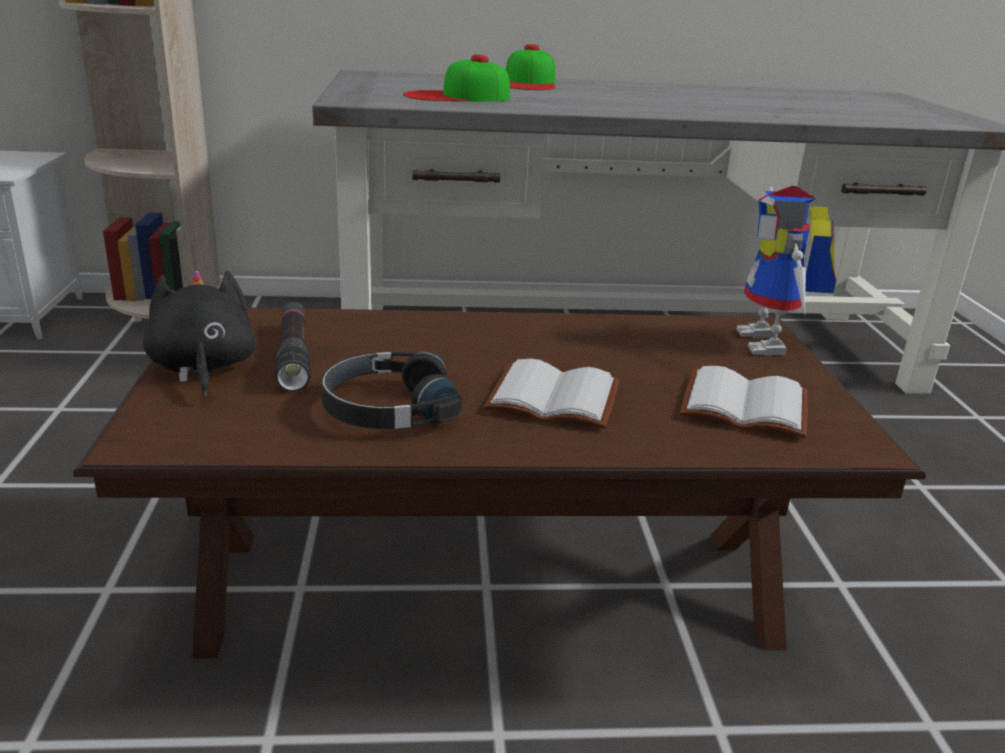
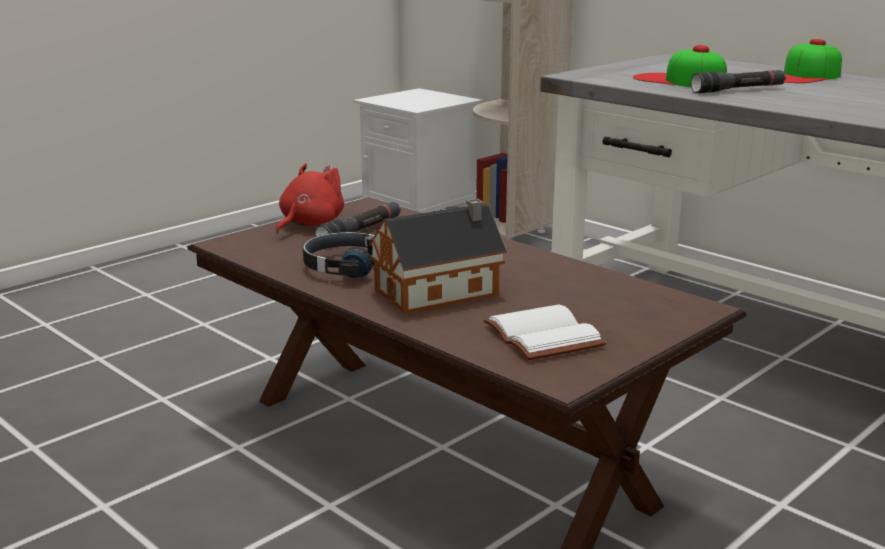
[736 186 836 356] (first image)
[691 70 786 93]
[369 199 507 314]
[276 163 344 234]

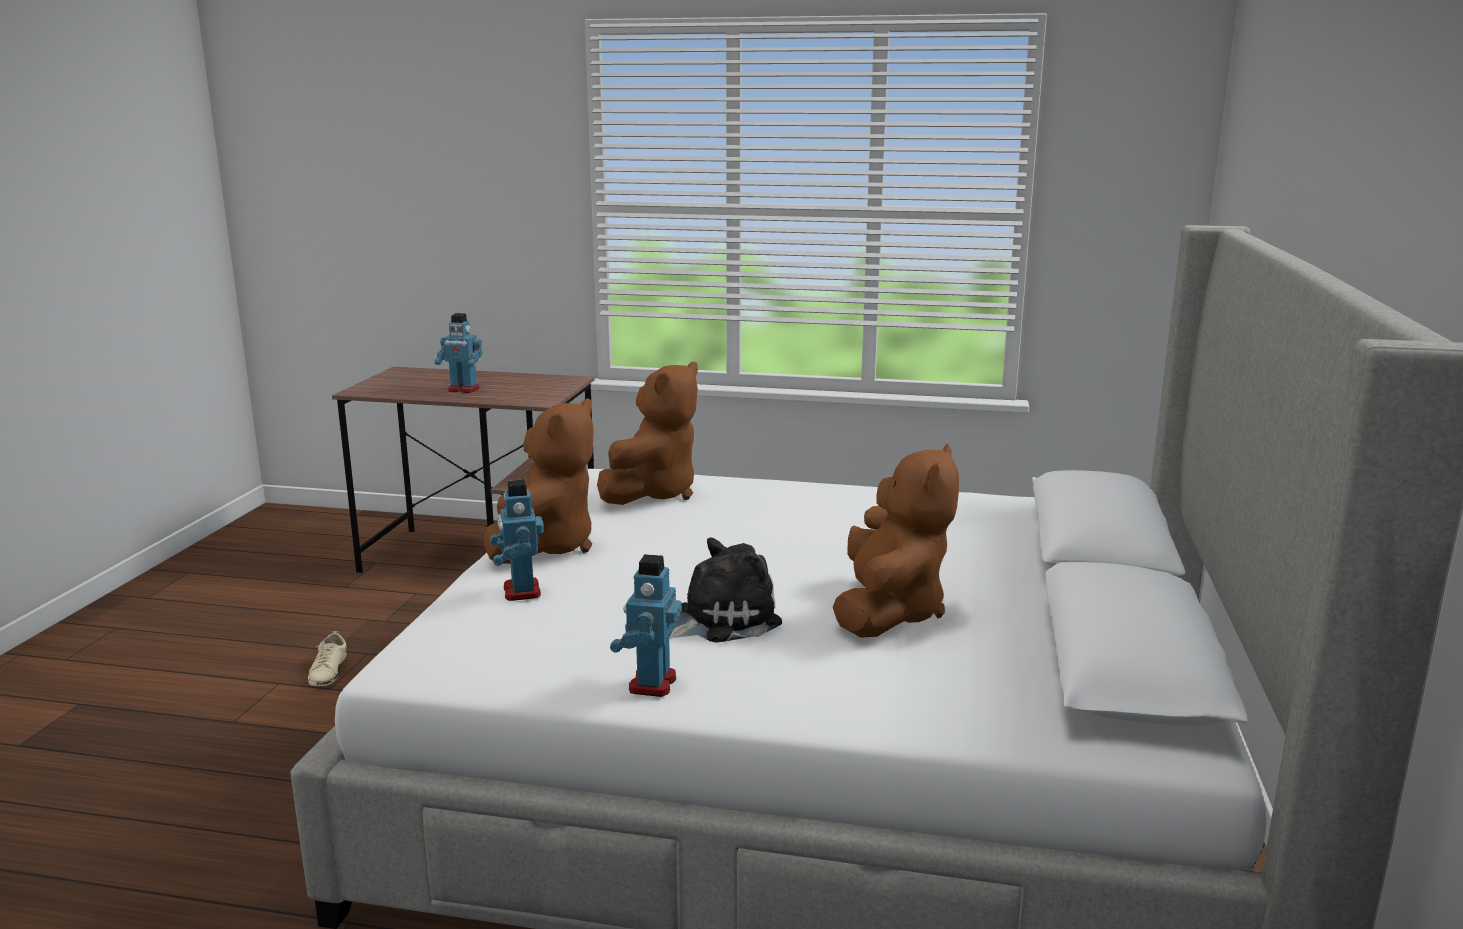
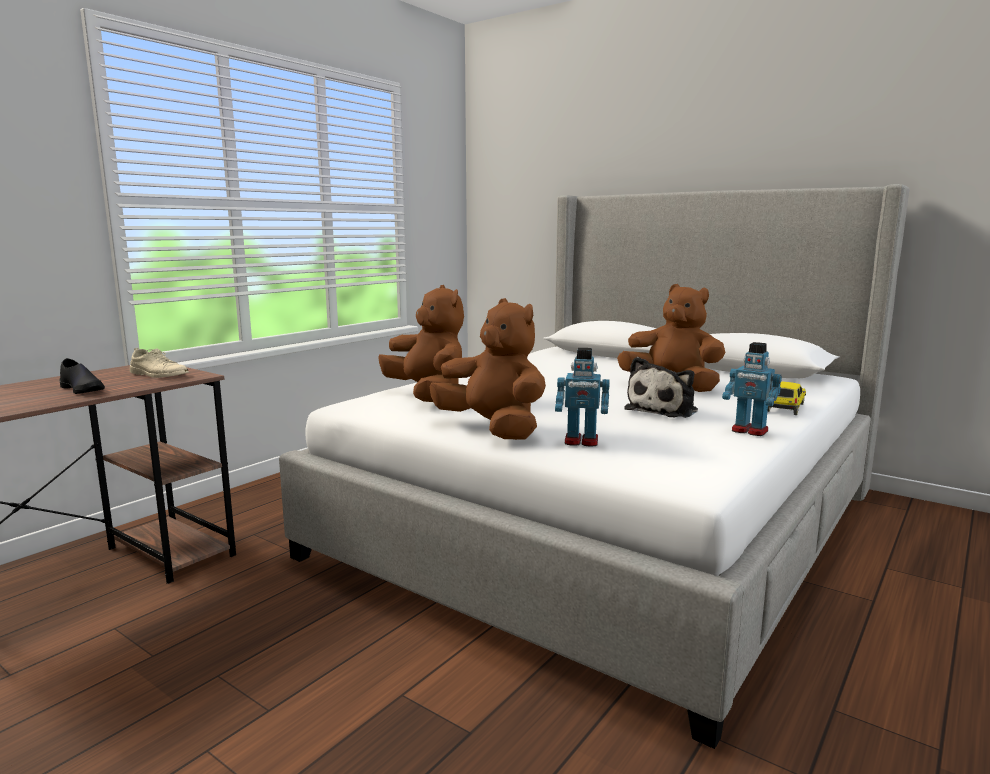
[767 382 806 415]
[130 348 189 378]
[59 358 105 394]
[624 357 698 418]

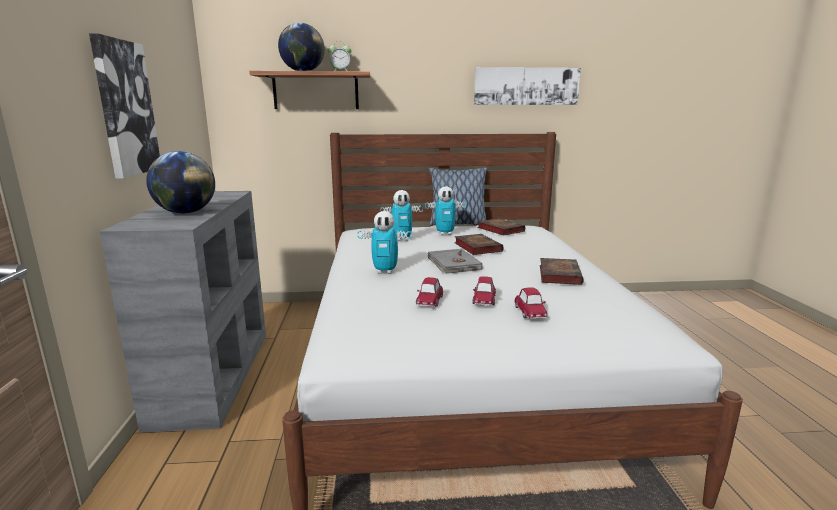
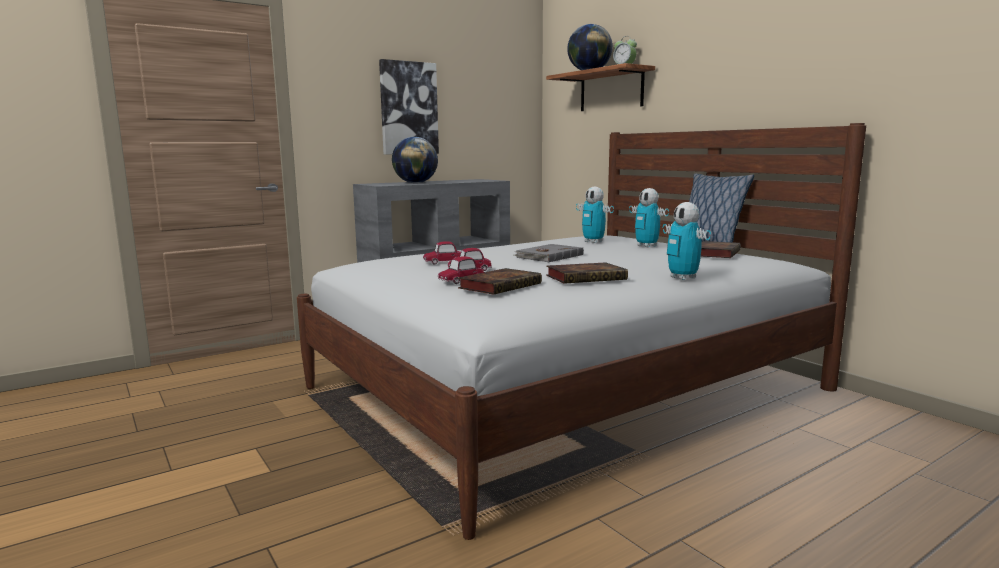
[474 67 581 105] (first image)
[663 202 711 280]
[458 268 542 295]

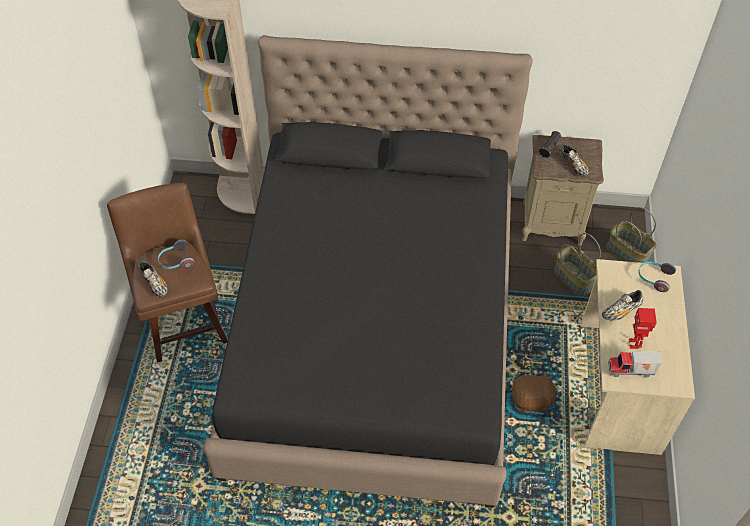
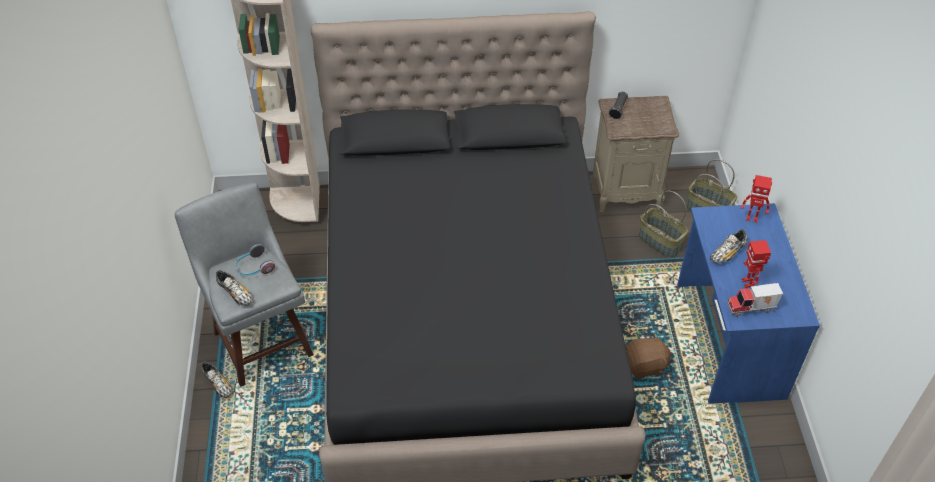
[201 361 232 398]
[741 175 772 223]
[175 182 314 387]
[677 203 820 404]

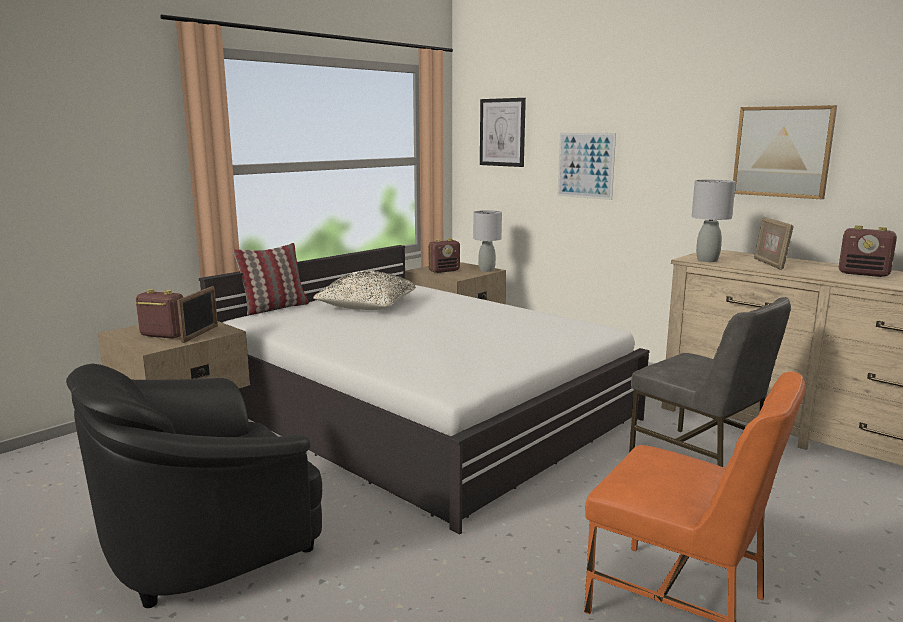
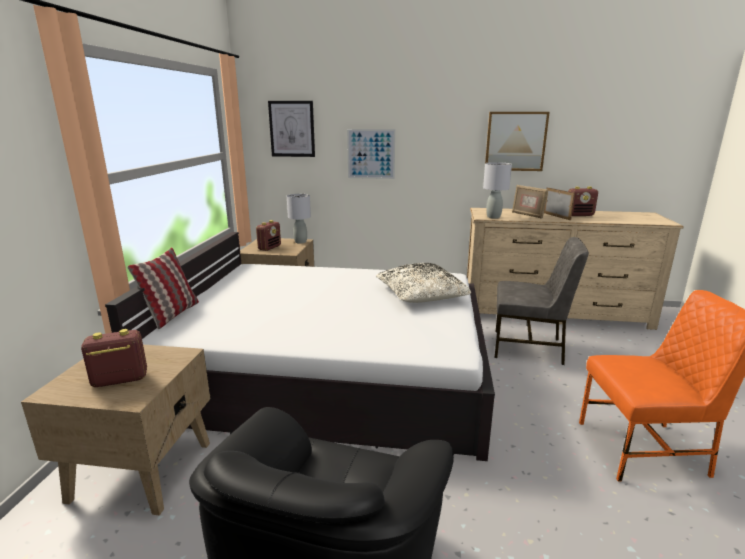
[544 187 575 220]
[376 263 471 303]

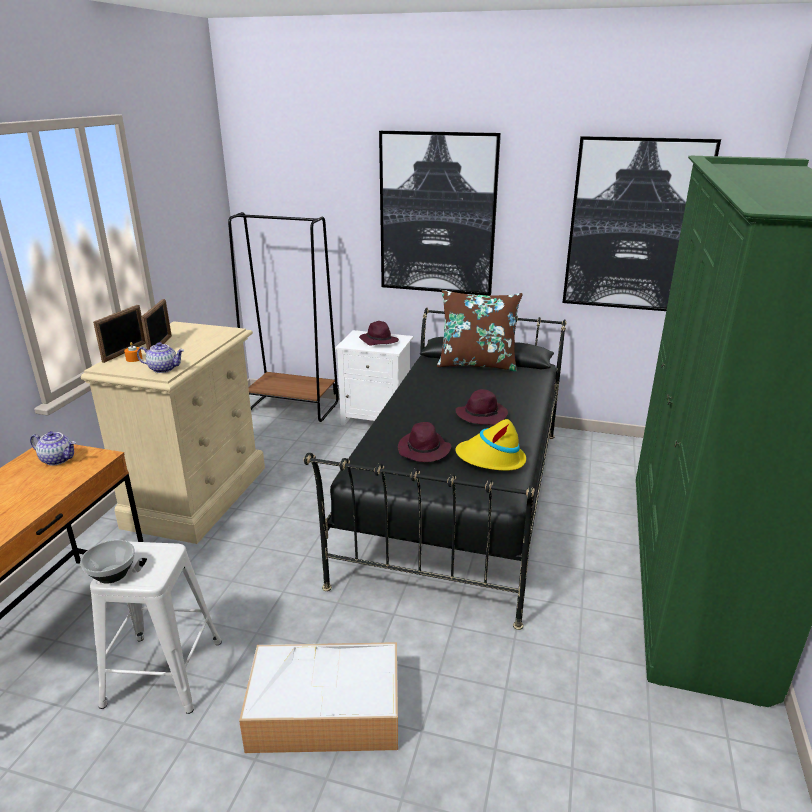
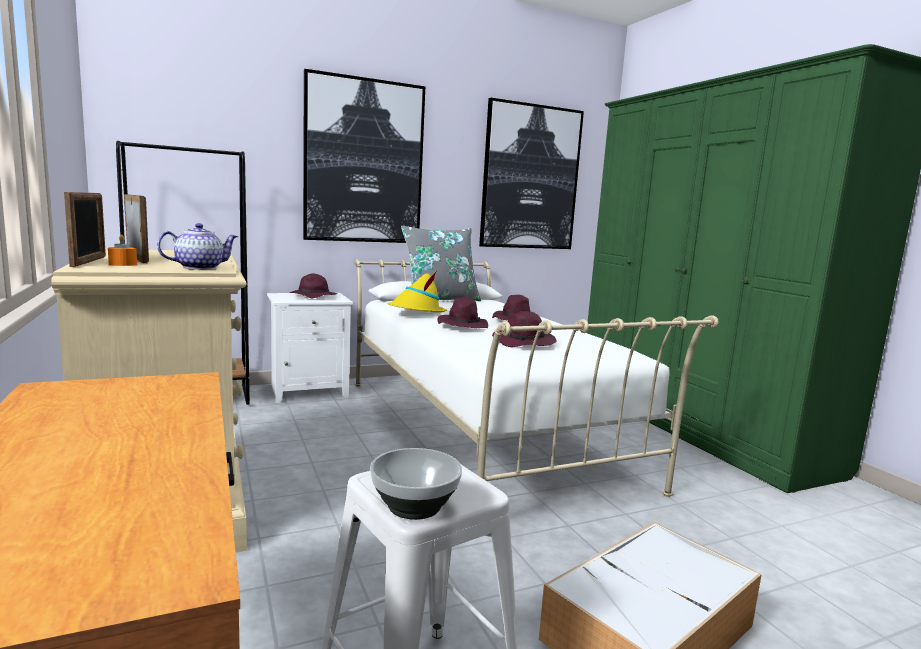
[30 431 76 465] (first image)
[437 297 488 329]
[387 270 447 313]
[354 259 719 497]
[401 226 481 301]

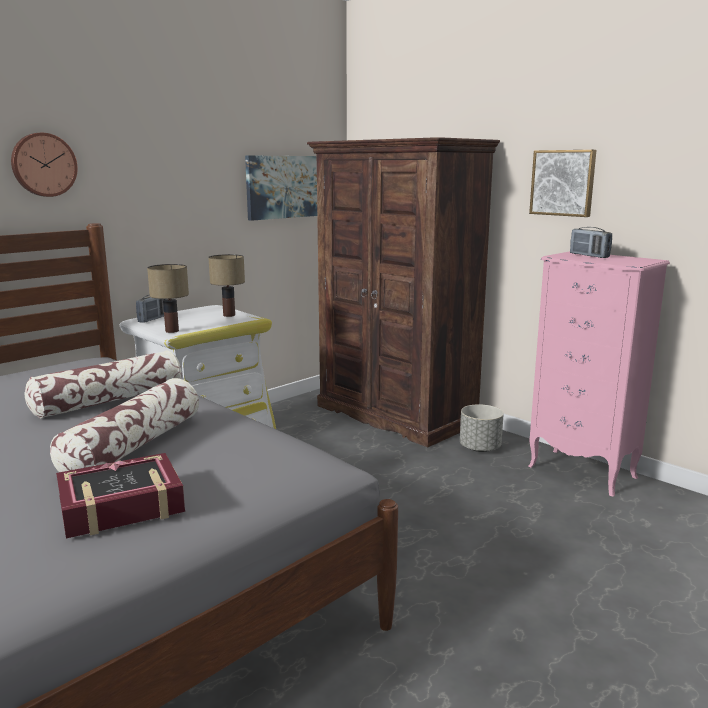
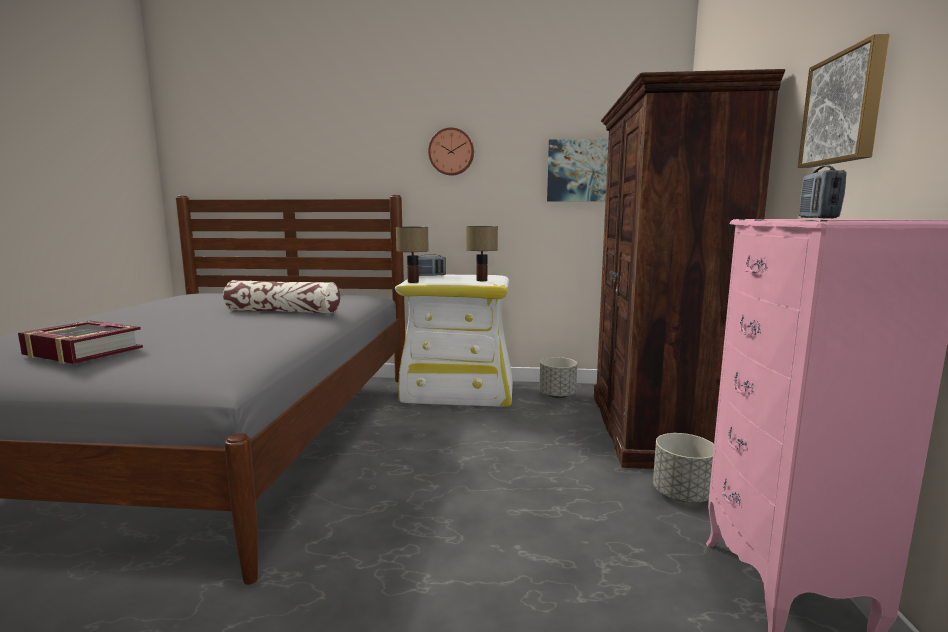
[50 378 199 472] (first image)
[539 357 577 398]
[428 127 474 176]

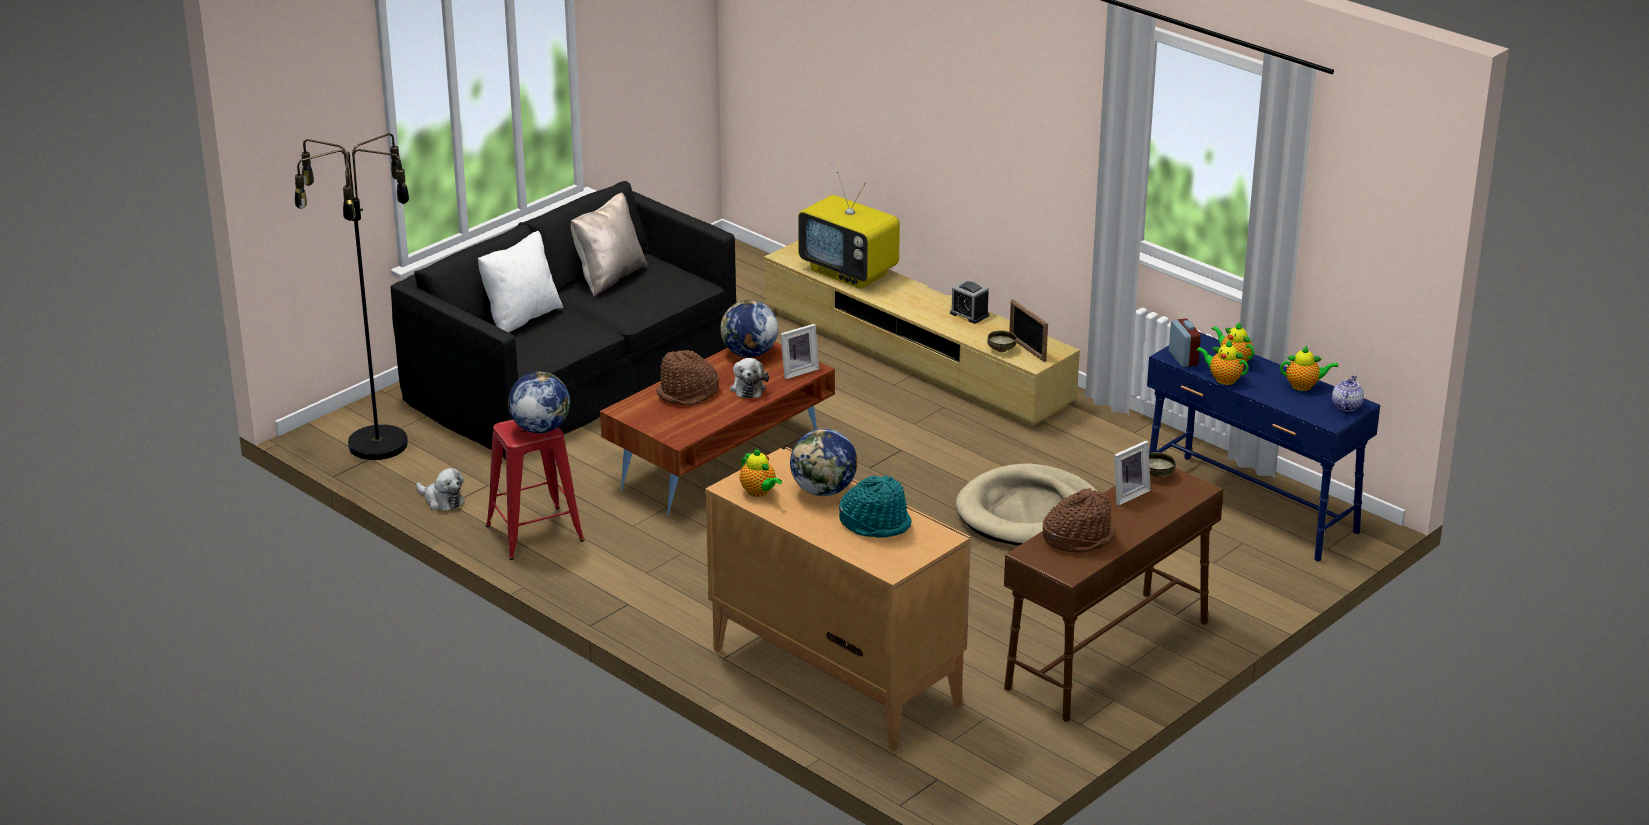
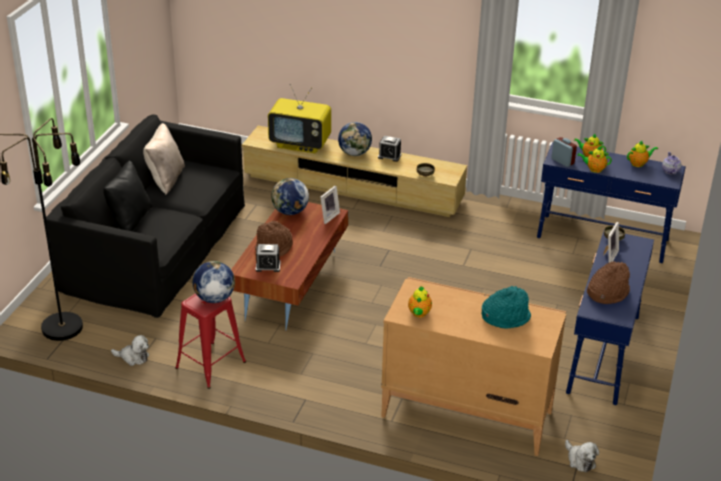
[956 464 1097 545] (first image)
[1009 299 1048 362] (first image)
[256 244 281 272]
[565 440 599 472]
[338 122 372 156]
[103 161 153 231]
[566 231 654 405]
[408 286 432 318]

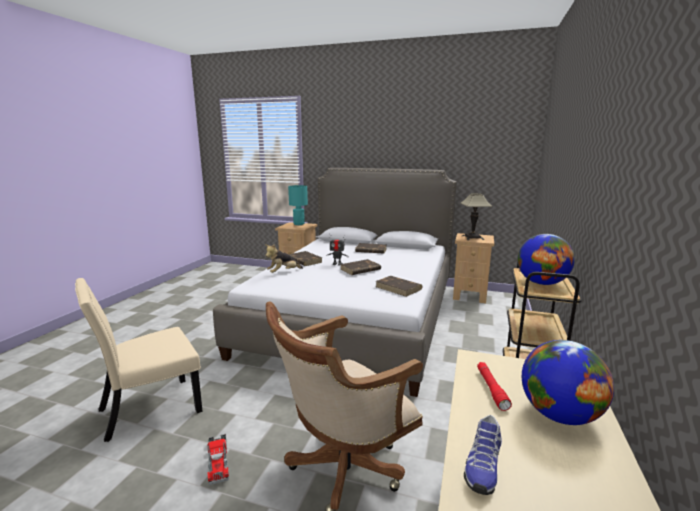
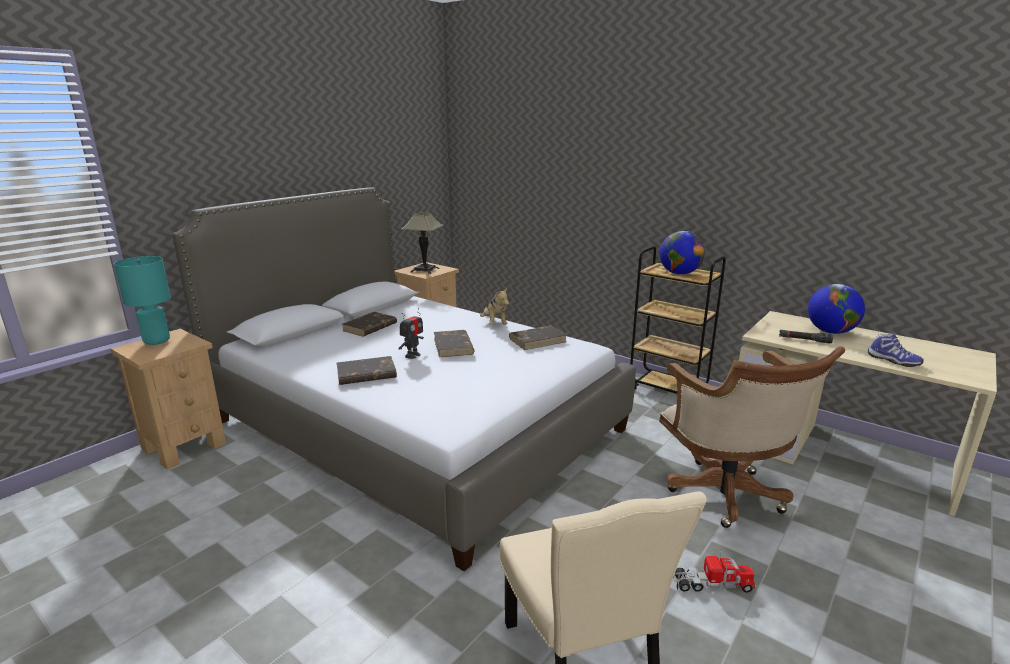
[480 288 509 325]
[779 330 833 343]

